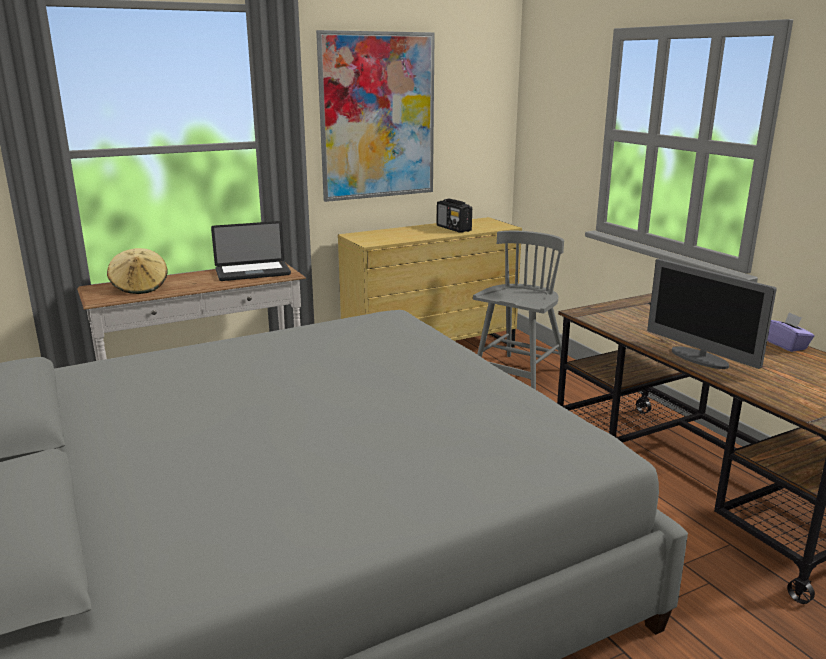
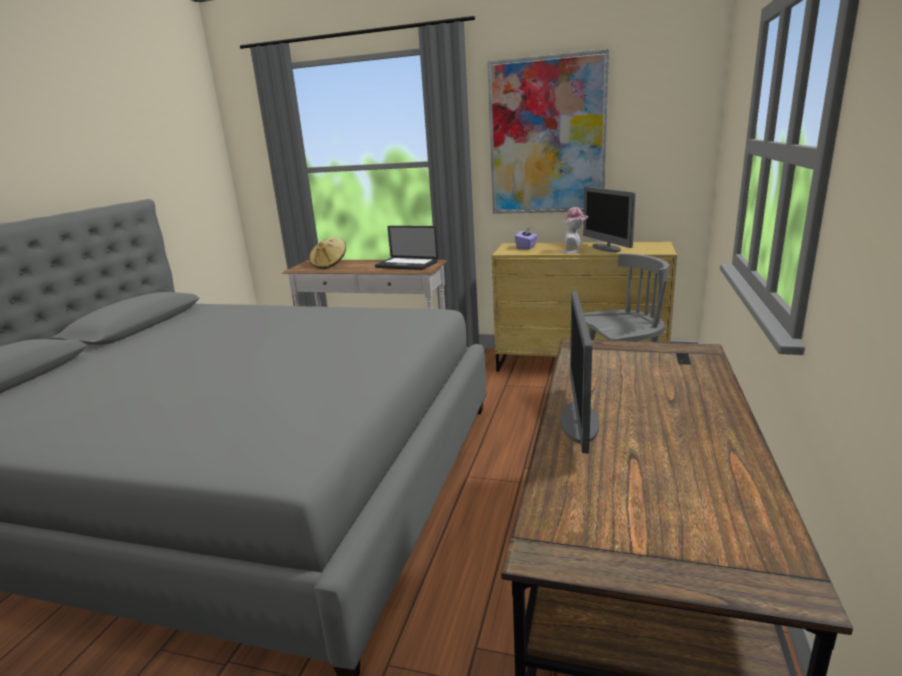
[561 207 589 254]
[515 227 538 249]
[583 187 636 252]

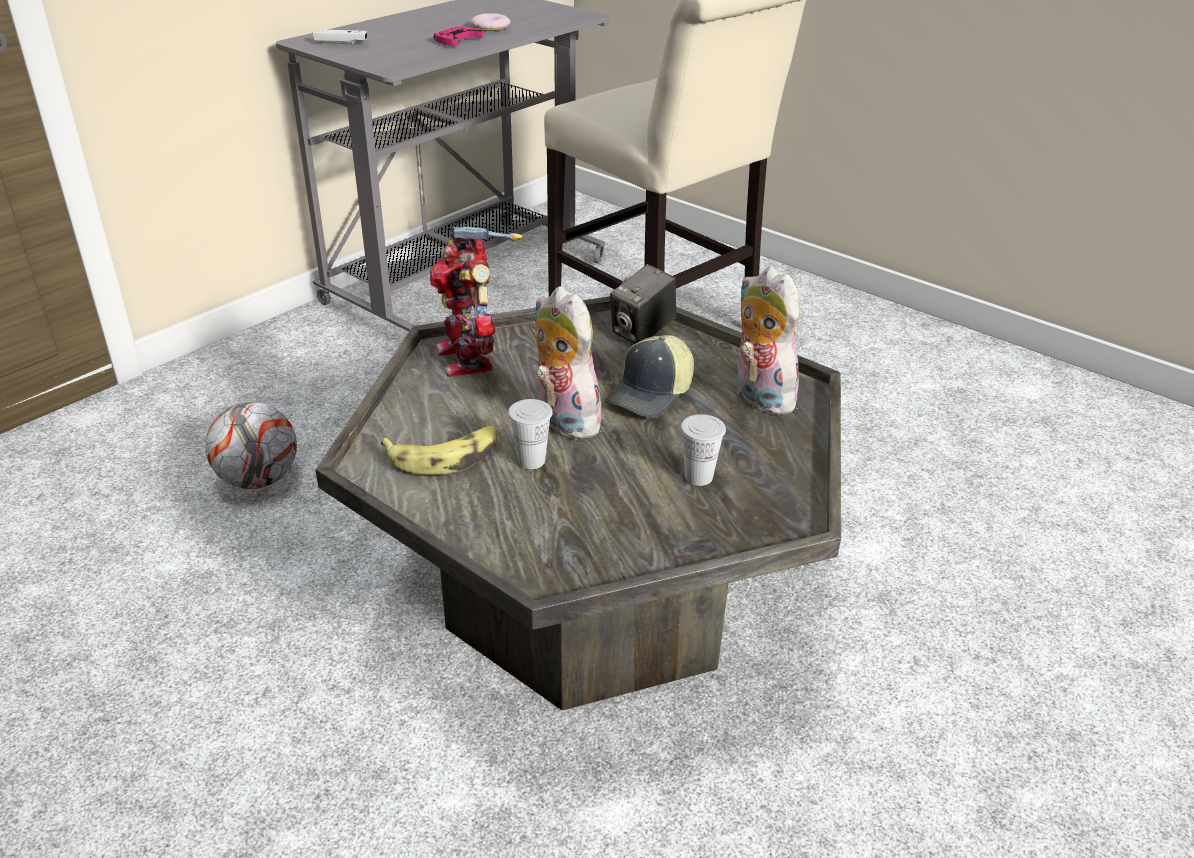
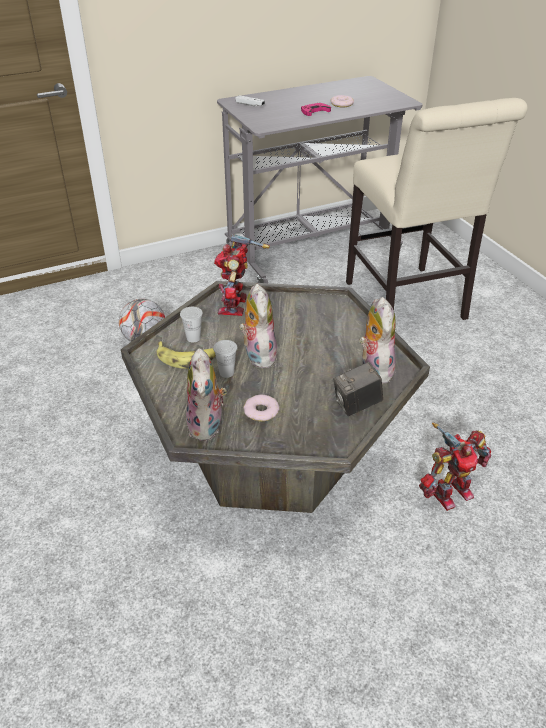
[605 335 694 418] (first image)
[186 348 227 441]
[243 395 280 421]
[419 423 492 511]
[333 362 383 416]
[180 307 203 342]

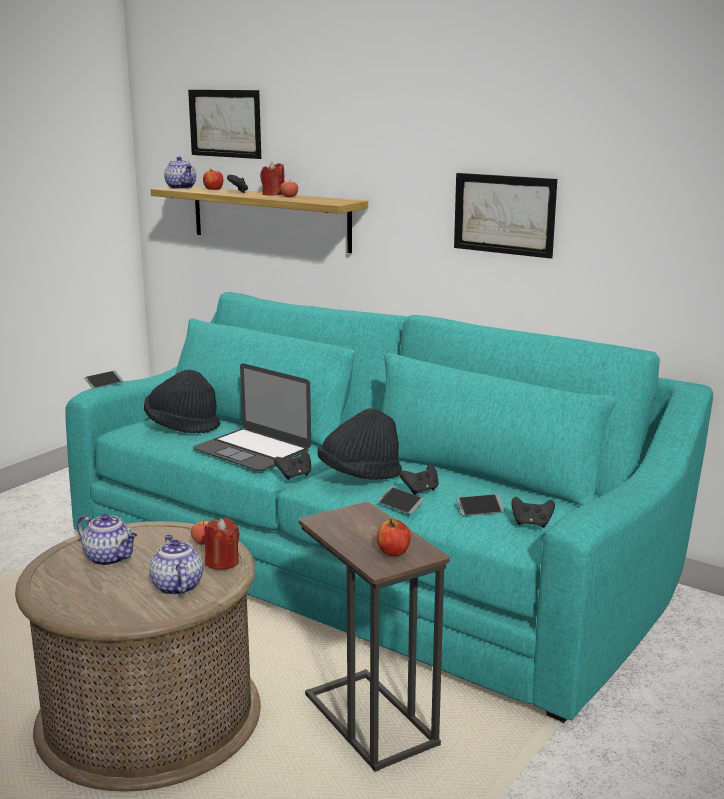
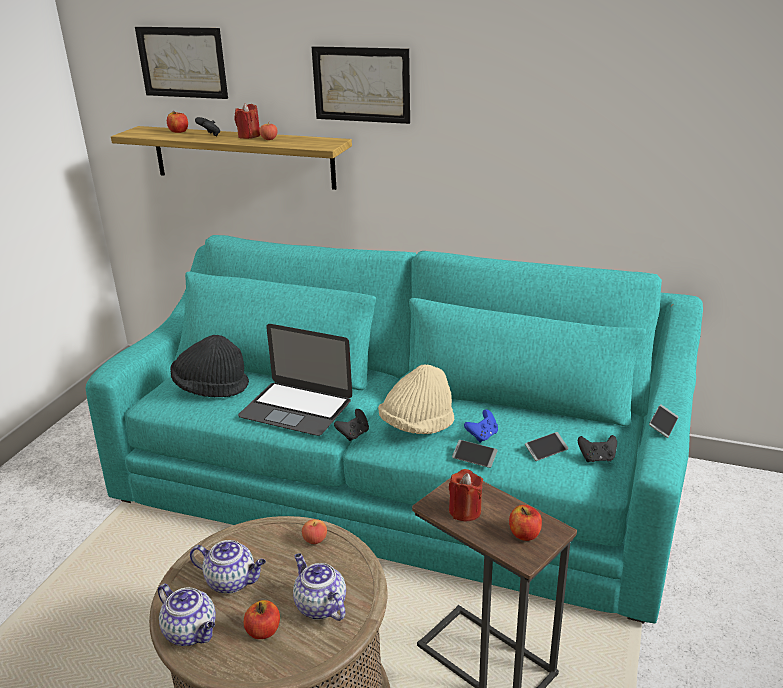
[244 600 280 639]
[649 404 679 438]
[158 583 216 646]
[449 469 483 521]
[312 46 410 124]
[378 364 454 434]
[464 409 498 443]

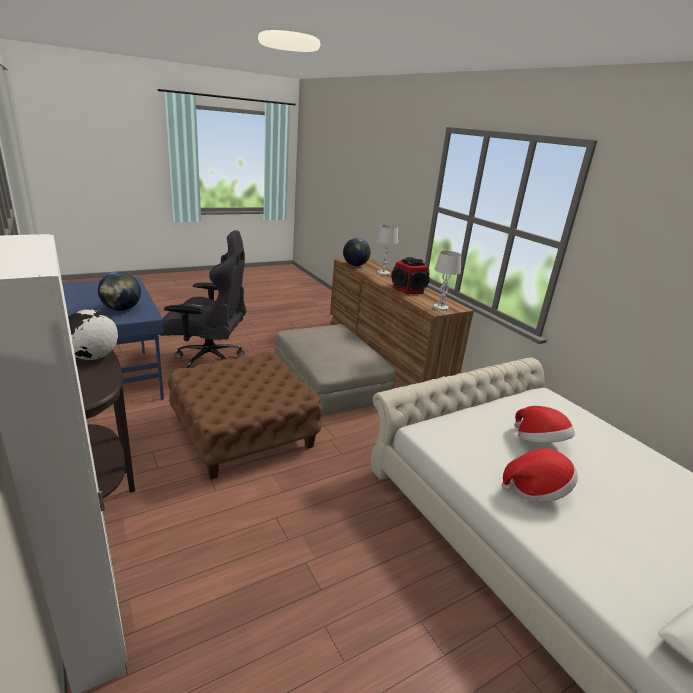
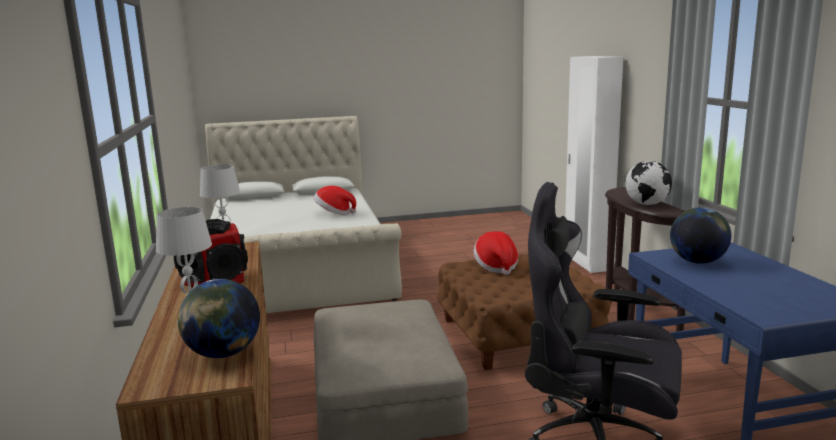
[474 231 518 275]

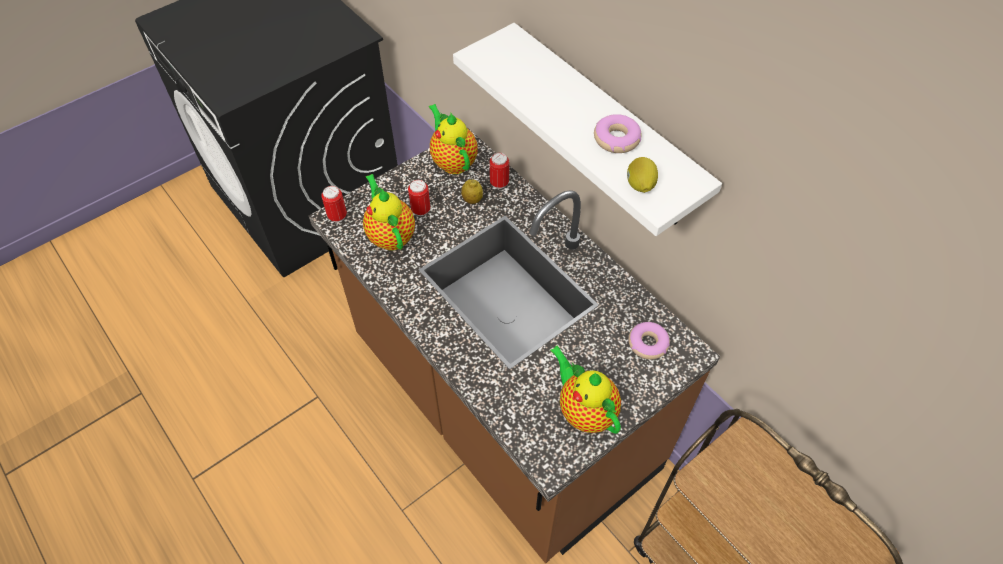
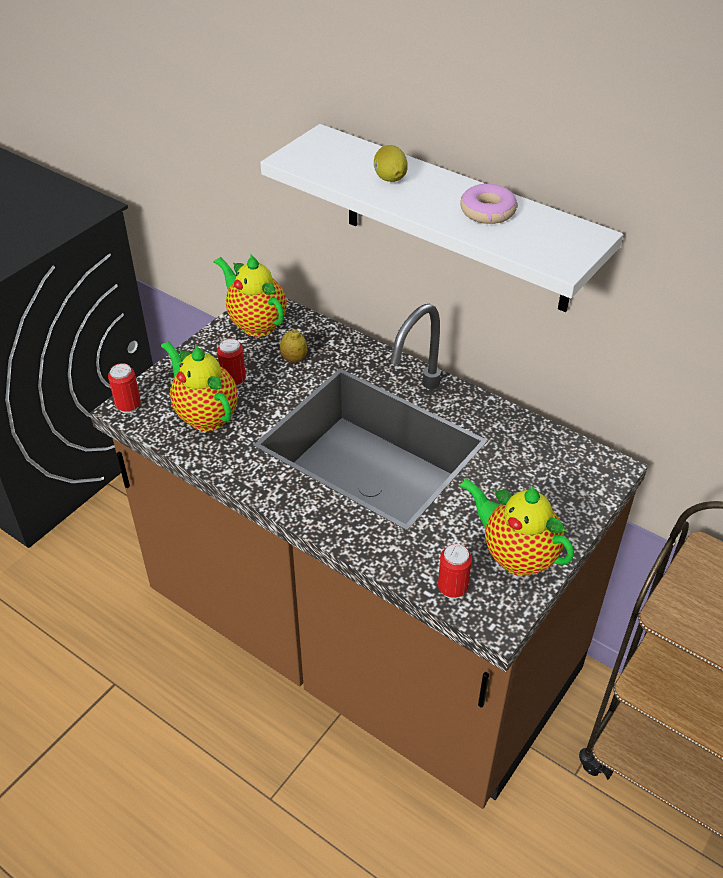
[628 322 670 359] (first image)
[438 544 472 599]
[374 145 408 182]

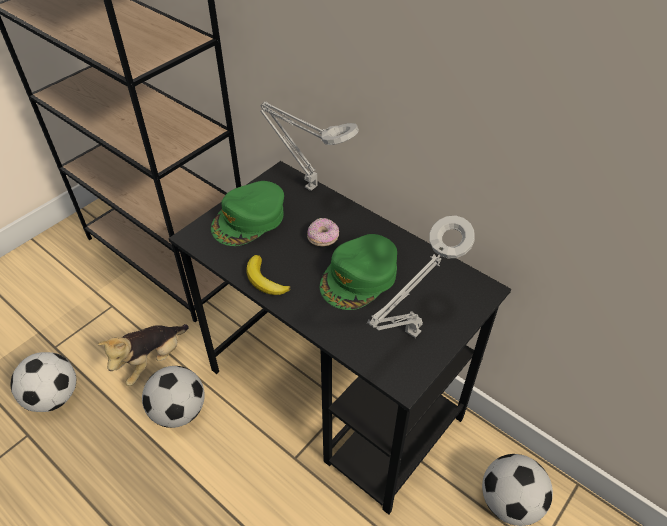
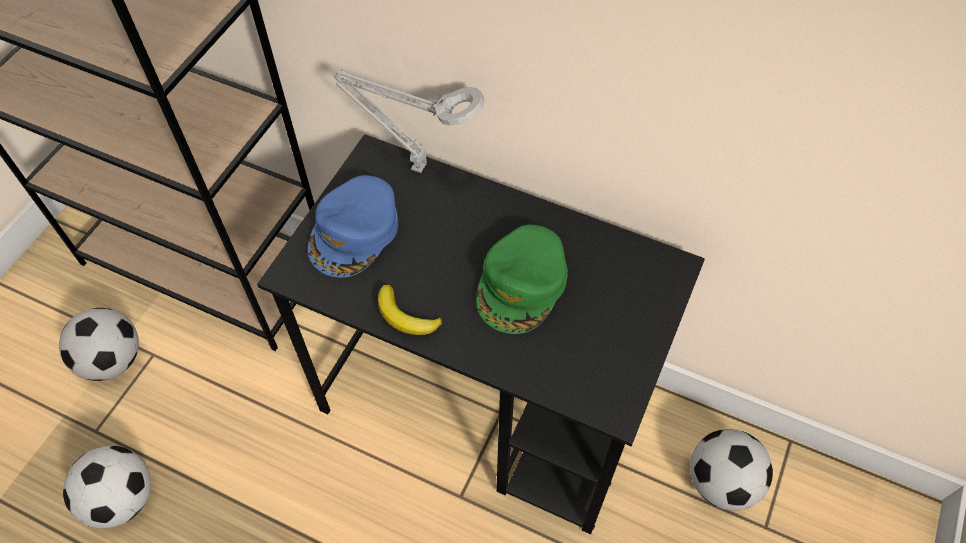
[98 324 189 386] (first image)
[307 218 339 246] (first image)
[367 216 475 338] (first image)
[59 308 139 381]
[307 175 398 278]

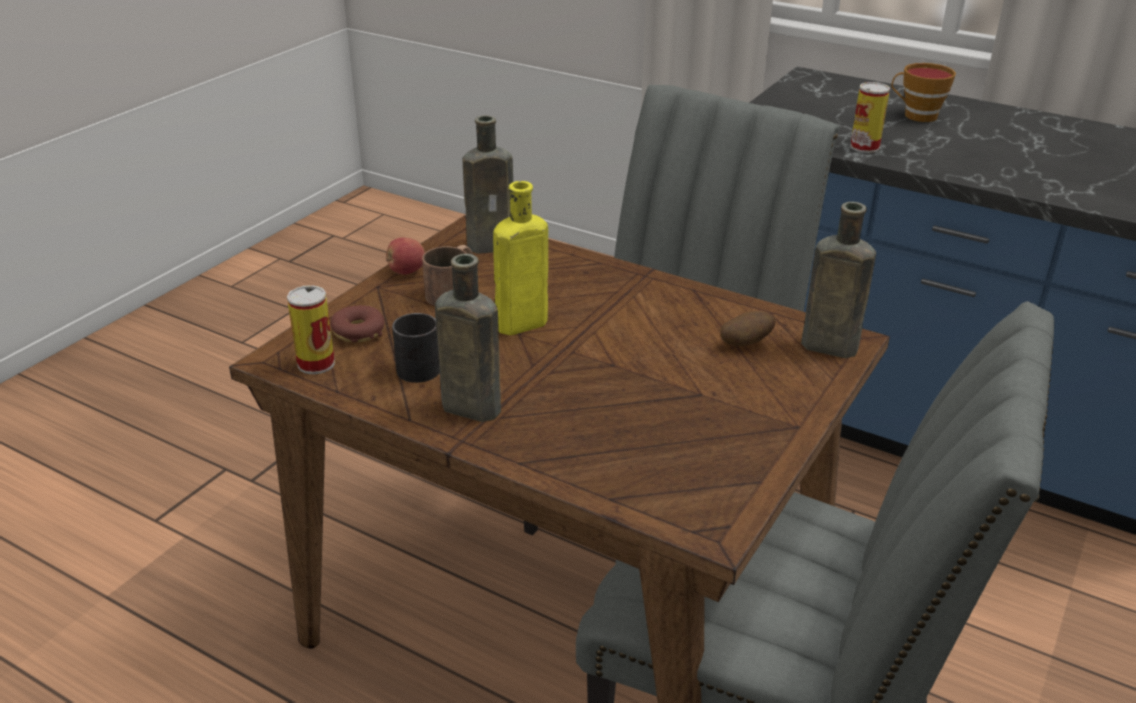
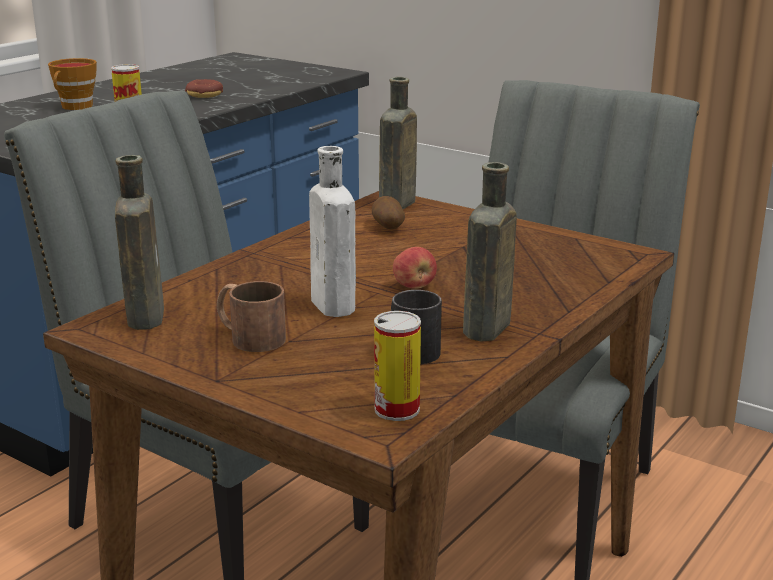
[185 79 223 98]
[393 247 437 289]
[309 146 356 317]

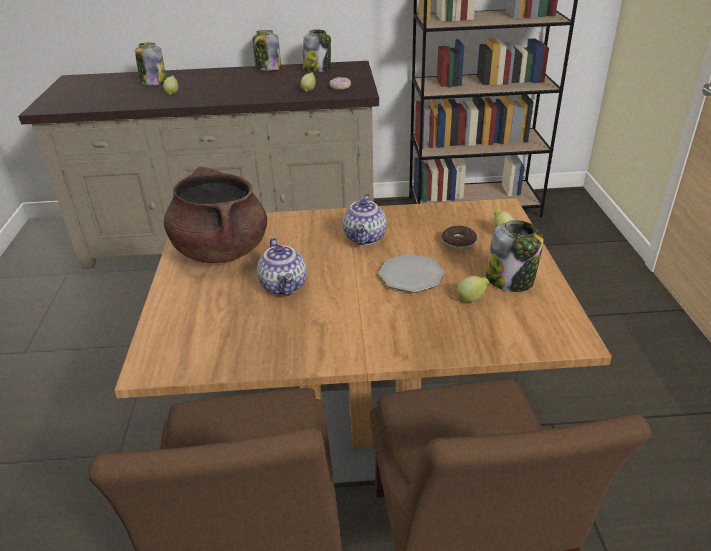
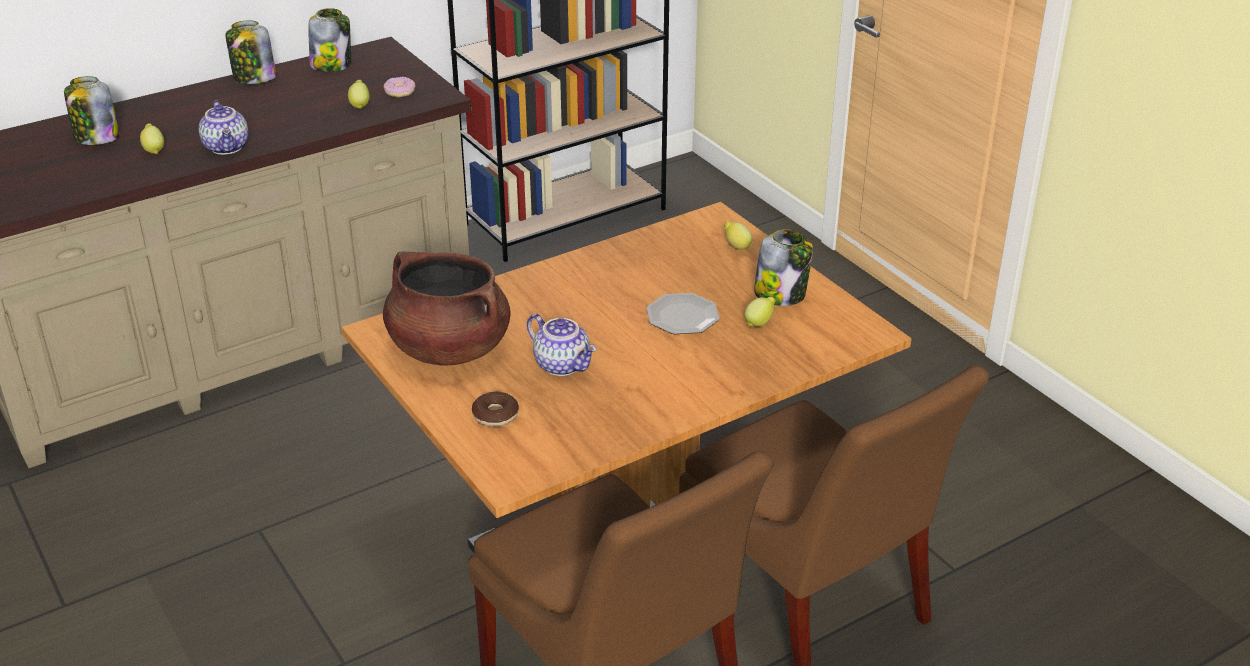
[199 100 249 155]
[472 392 519 427]

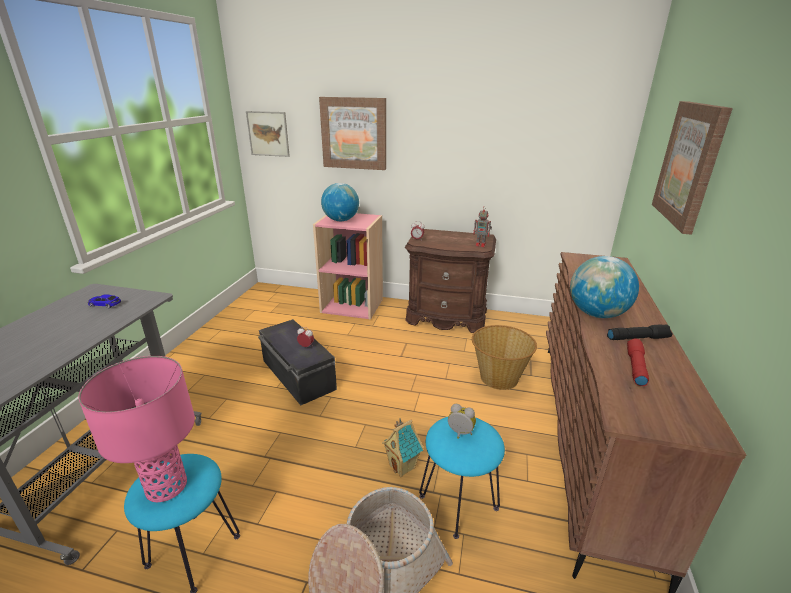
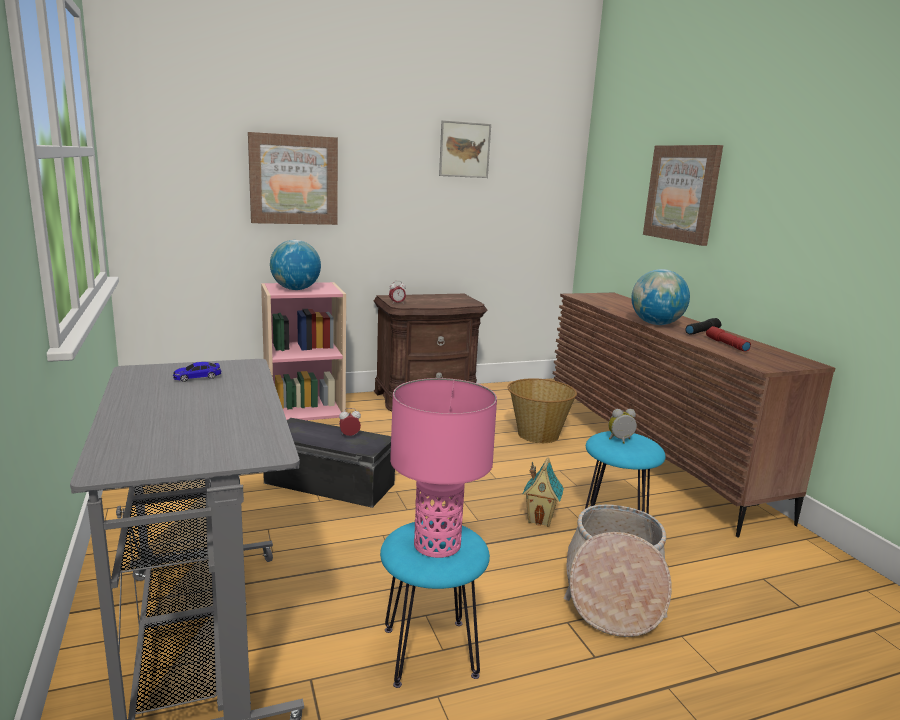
[473 206 492 247] (first image)
[439 120 491 178]

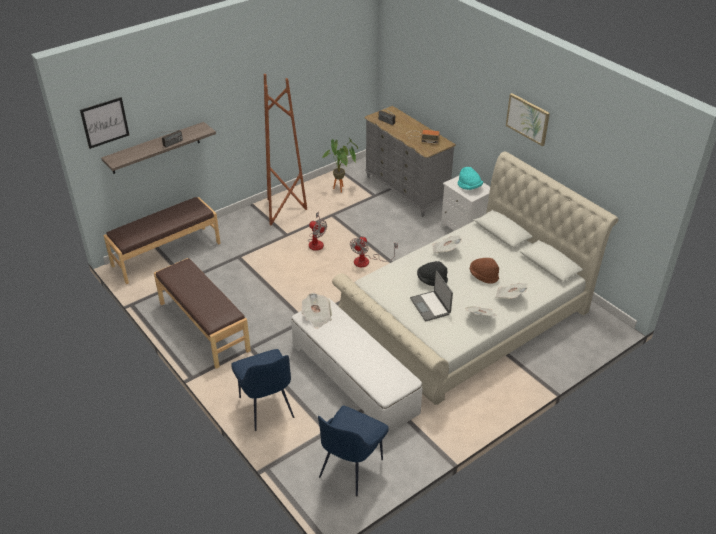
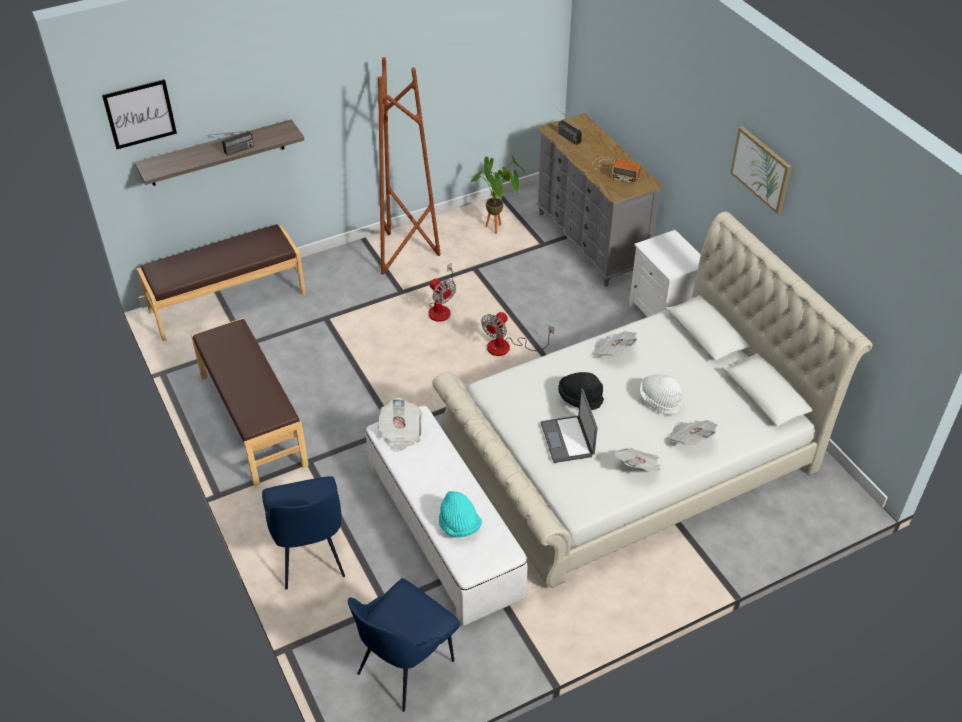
[439 491 482 538]
[639 374 682 415]

